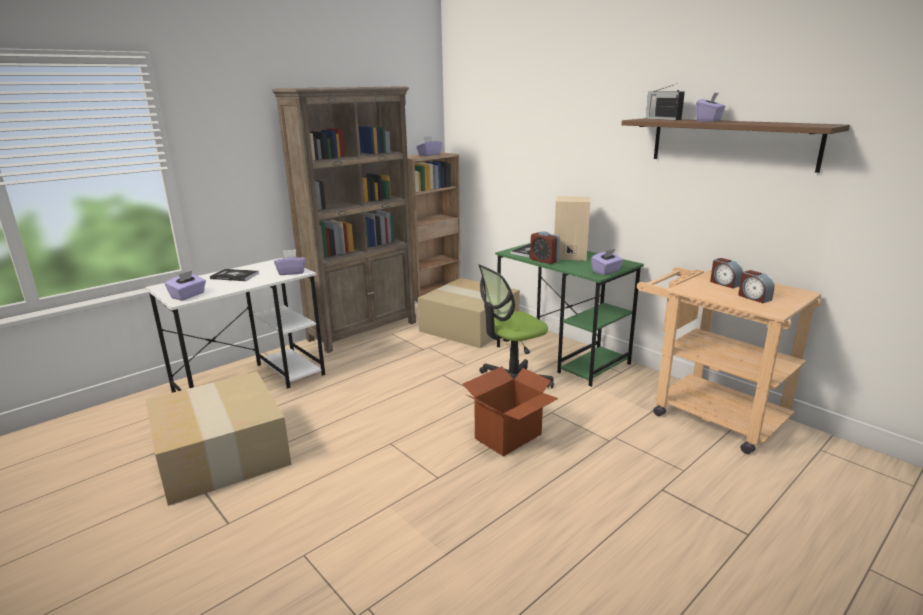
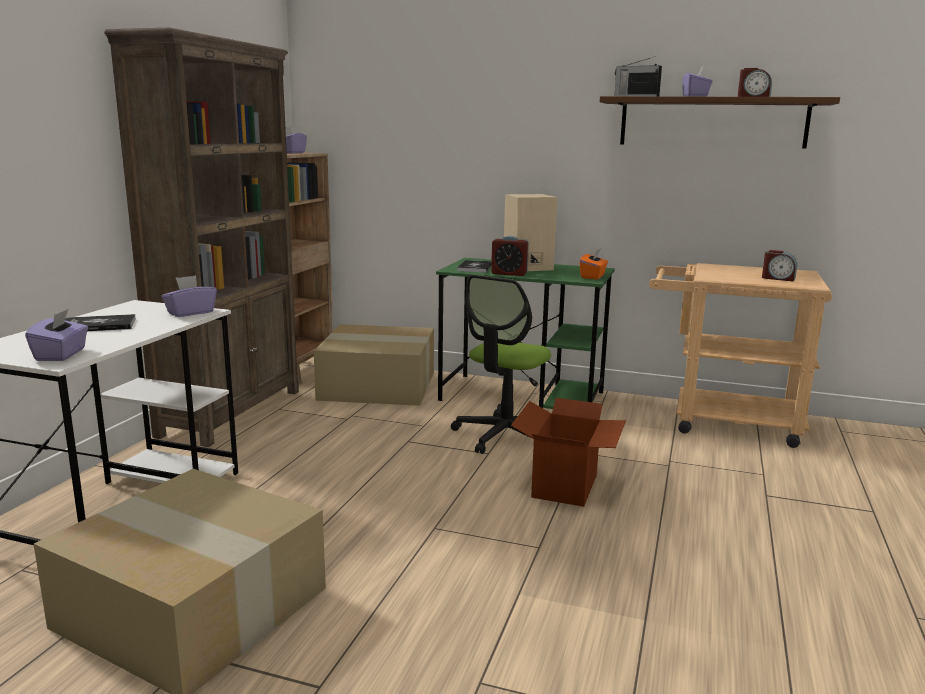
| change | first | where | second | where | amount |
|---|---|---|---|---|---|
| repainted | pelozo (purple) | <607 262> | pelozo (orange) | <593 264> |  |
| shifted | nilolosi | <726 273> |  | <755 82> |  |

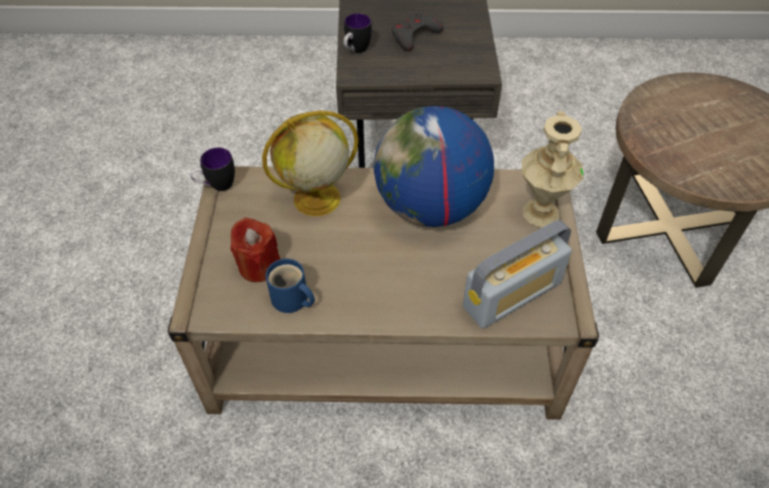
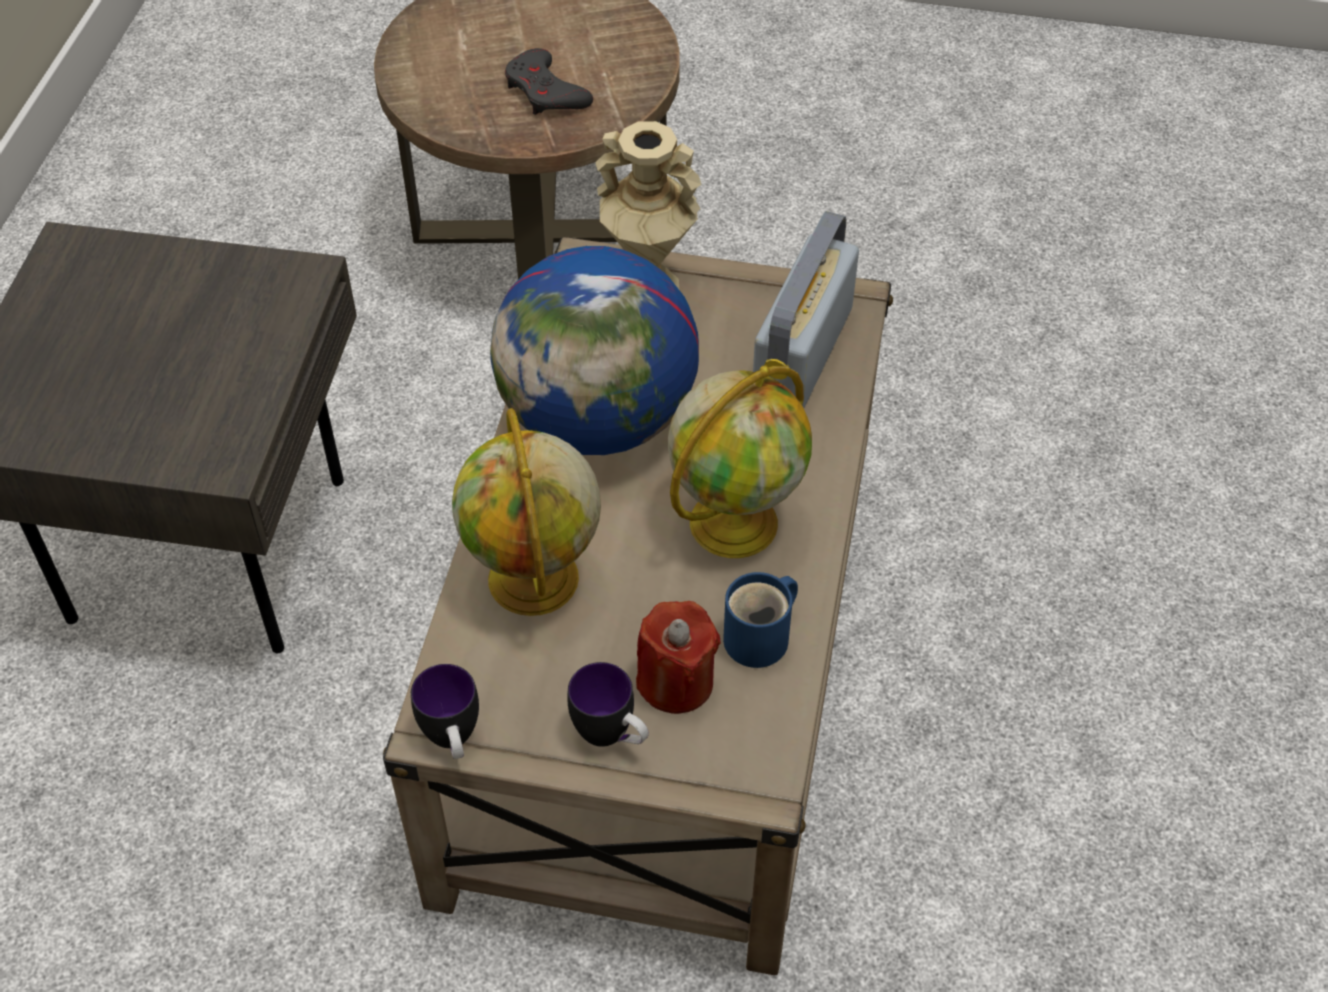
| change | first | where | second | where | amount |
|---|---|---|---|---|---|
| shifted | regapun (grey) | <417 32> |  | <549 81> |  |
| shifted | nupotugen | <357 33> |  | <608 704> |  |
| new |  |  | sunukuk | <740 461> |  |
| rotated | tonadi | <517 274> |  | <806 309> | 135 degrees counterclockwise |

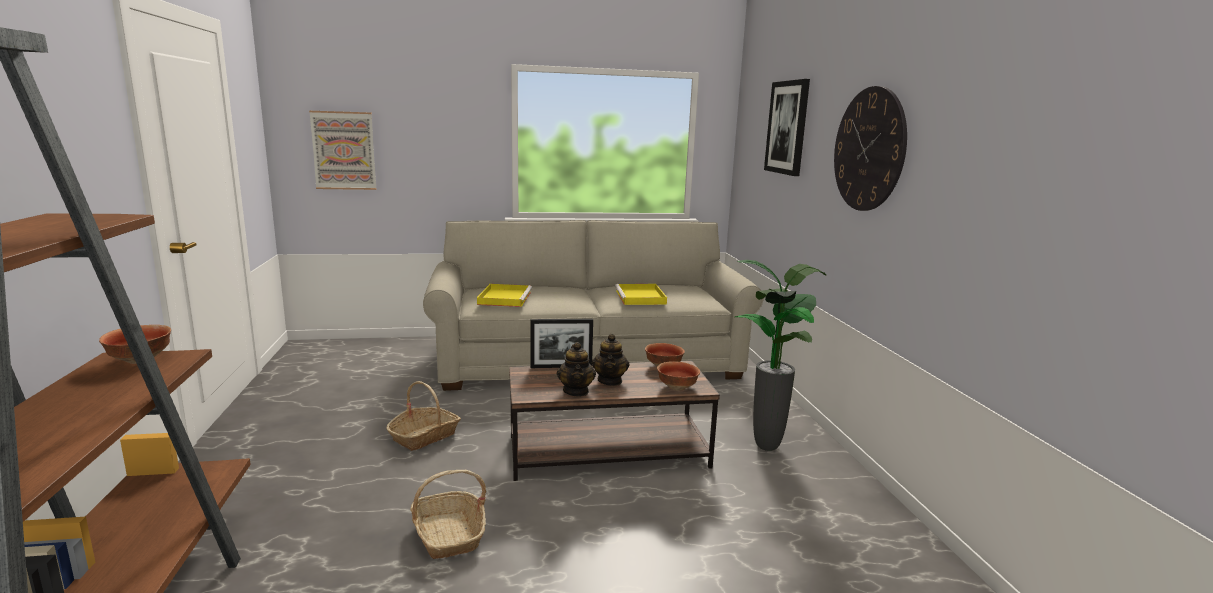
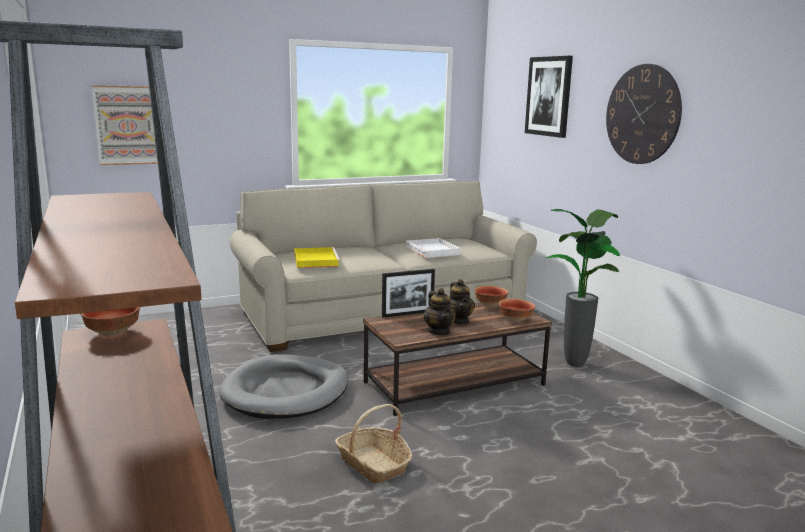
| change | first | where | second | where | amount |
|---|---|---|---|---|---|
| swapped | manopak | <423 416> | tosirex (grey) | <283 386> |  |
| repainted | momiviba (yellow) | <641 294> | momiviba (white) | <433 248> |  |

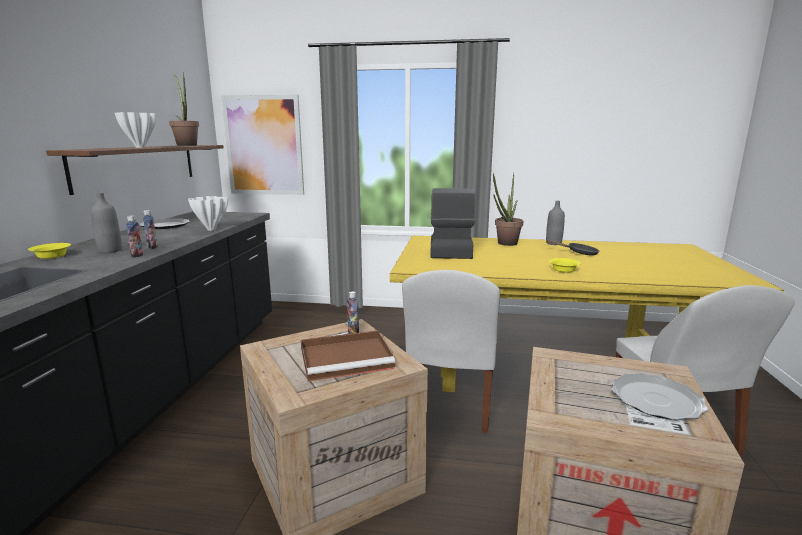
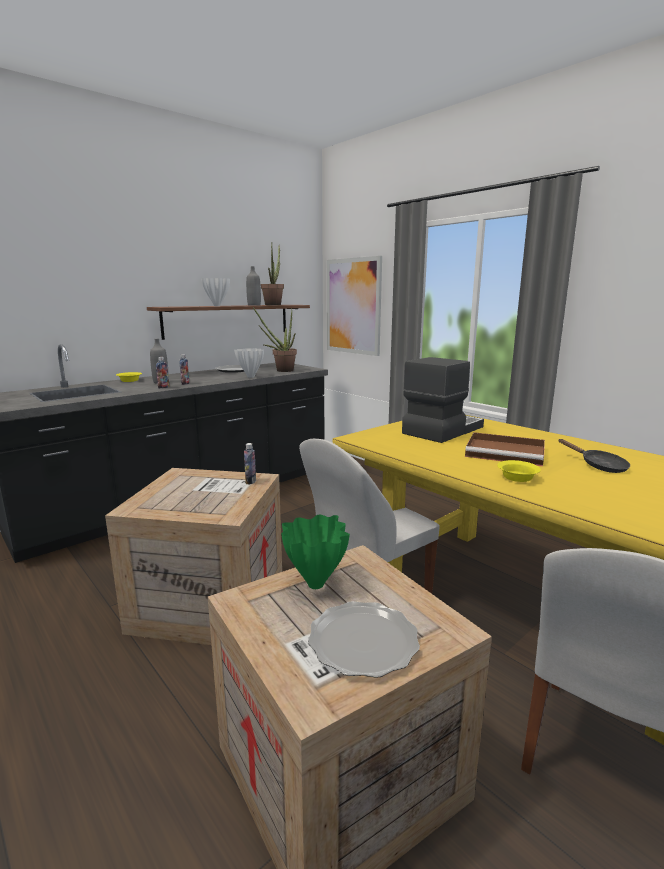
| change | first | where | second | where | amount |
|---|---|---|---|---|---|
| shifted | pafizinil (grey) | <555 223> |  | <253 286> |  |
| shifted | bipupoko | <508 209> |  | <275 339> |  |
| new |  |  | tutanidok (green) | <315 551> |  |
| shifted | momiviba (brown) | <348 355> |  | <505 449> |  |

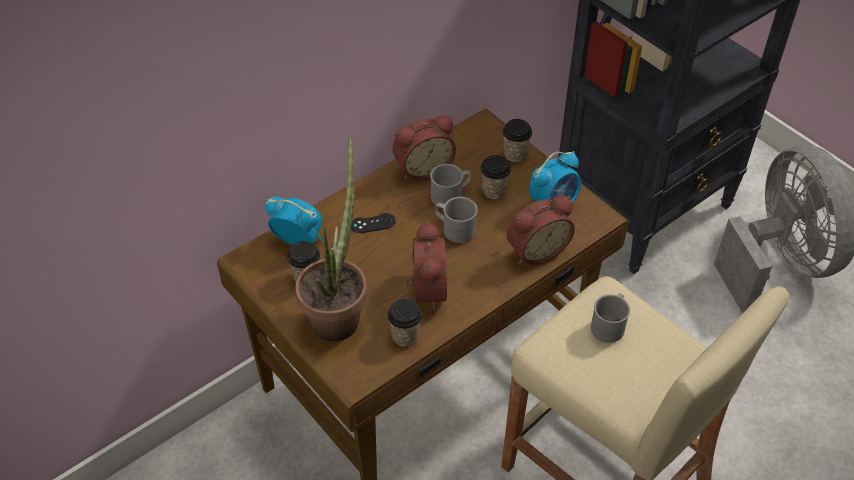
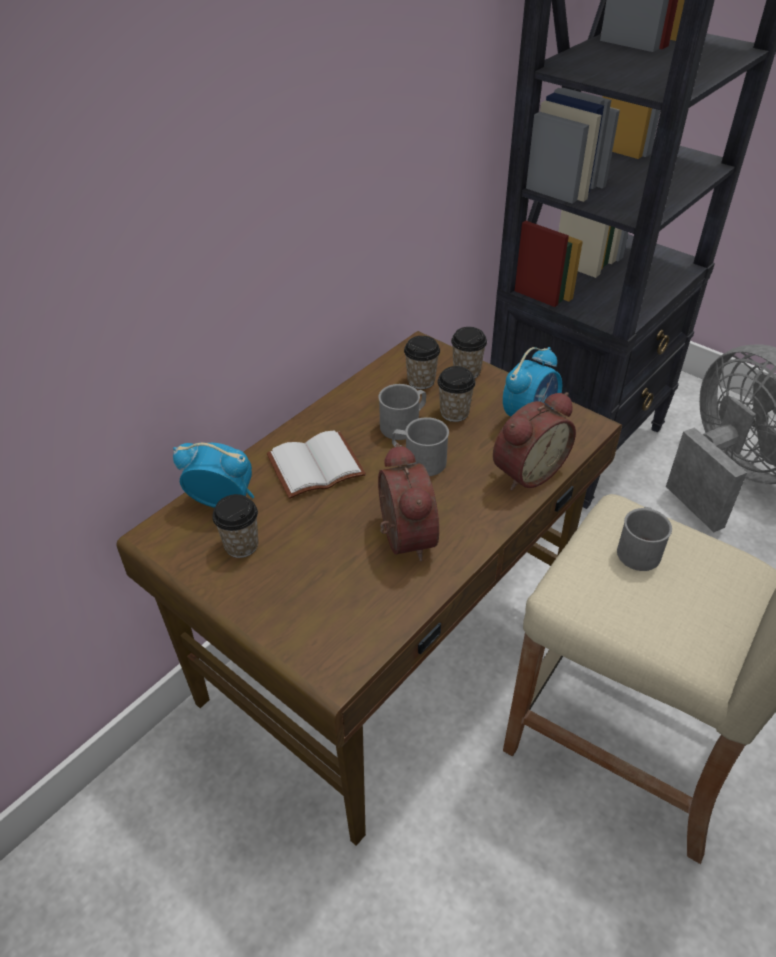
| change | first | where | second | where | amount |
|---|---|---|---|---|---|
| swapped | regapun (black) | <373 223> | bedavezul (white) | <316 464> |  |
| shifted | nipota | <404 322> |  | <422 362> |  |
| gone | bipupoko | <331 238> |  |  |  |
| gone | nilolosi | <424 147> |  |  |  |

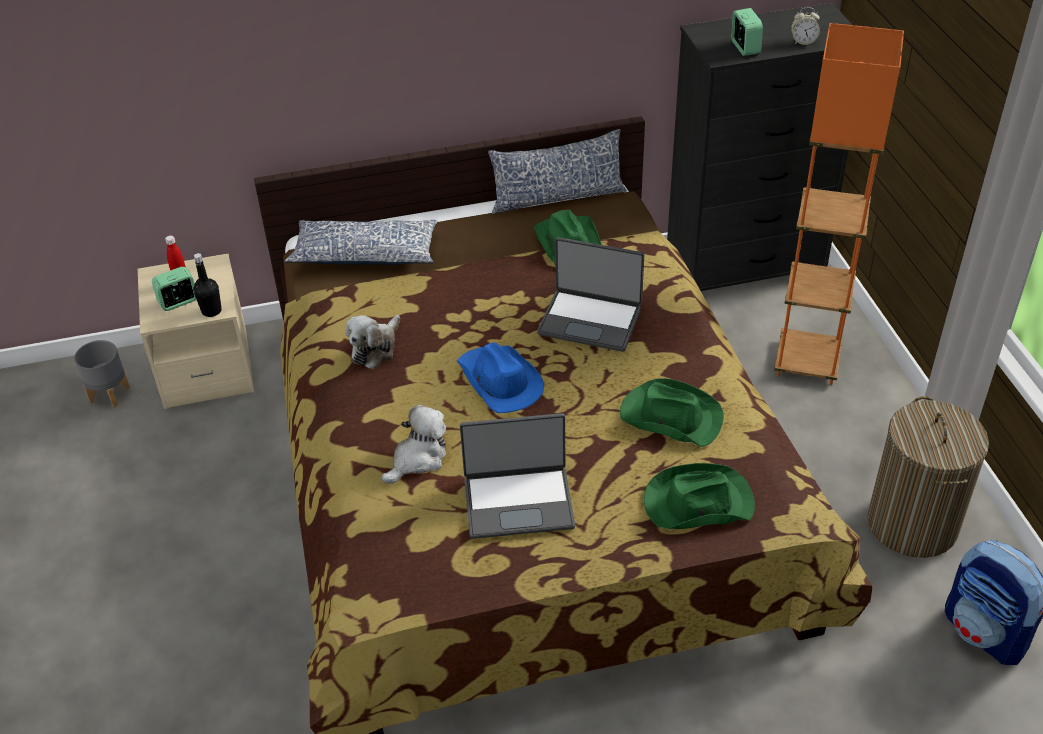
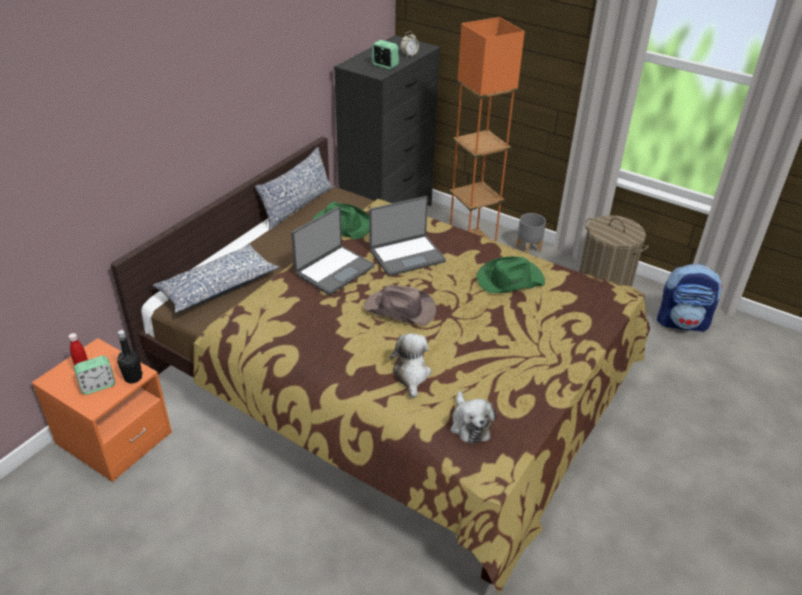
| change | first | where | second | where | amount |
|---|---|---|---|---|---|
| repainted | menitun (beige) | <196 331> | menitun (orange) | <102 410> |  |
| rotated | nilolosi | <174 289> |  | <94 375> | 135 degrees counterclockwise |
| shifted | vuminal | <517 476> |  | <333 250> |  |
| repainted | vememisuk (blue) | <500 377> | vememisuk (brown) | <400 305> |  |
| shifted | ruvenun | <372 342> |  | <474 417> |  |
| shifted | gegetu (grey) | <102 374> |  | <531 233> |  |
| gone | vememisuk (green) | <699 496> |  |  |  |

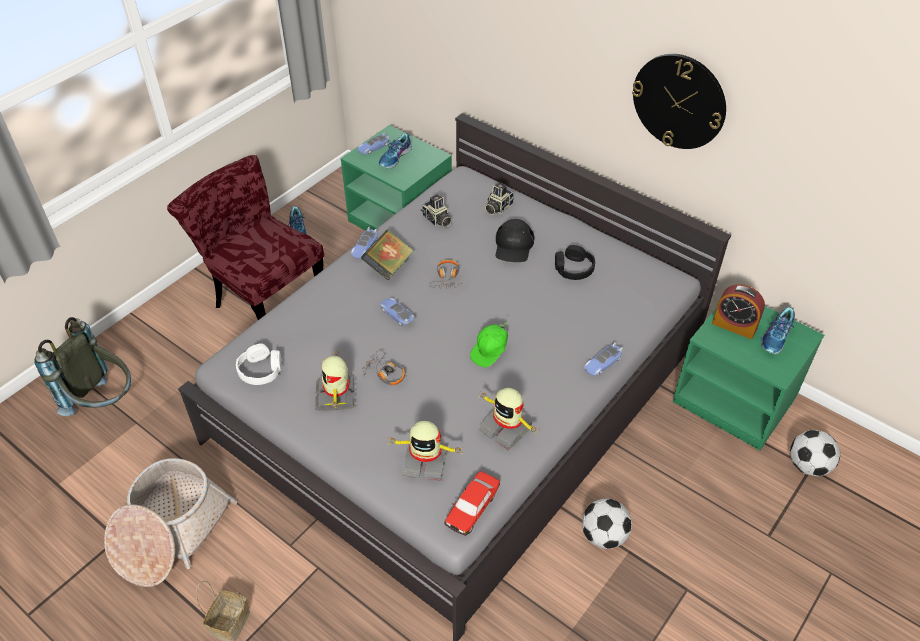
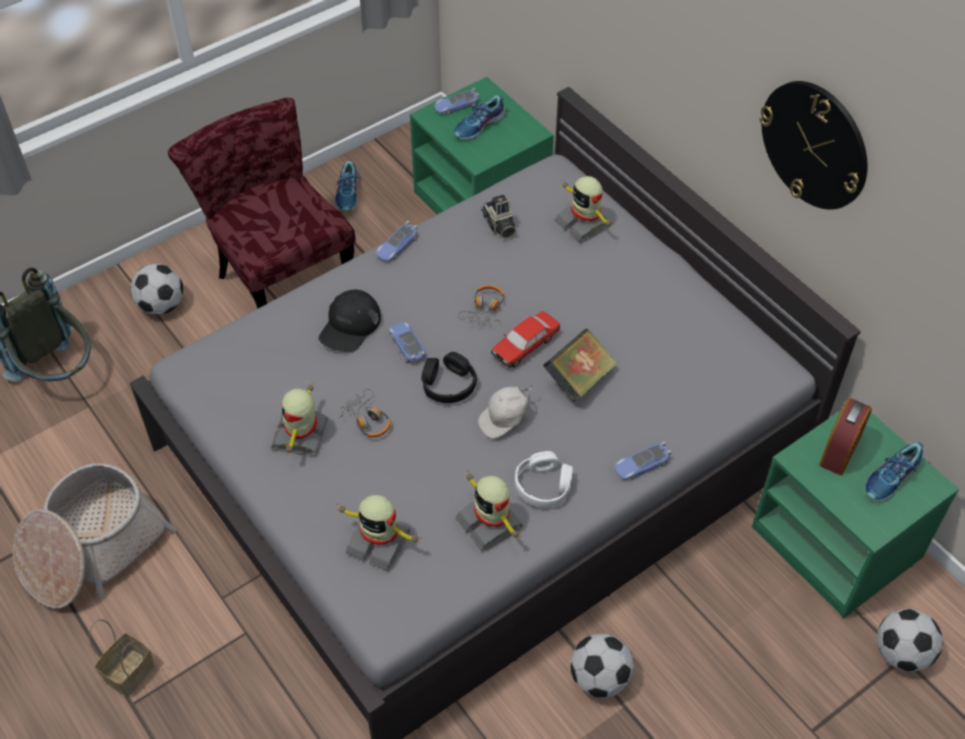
| change | first | where | second | where | amount |
|---|---|---|---|---|---|
| new |  |  | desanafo | <156 289> |  |
| shifted | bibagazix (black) | <515 240> |  | <350 321> |  |
| shifted | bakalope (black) | <575 262> |  | <449 377> |  |
| repainted | bibagazix (green) | <489 343> | bibagazix (white) | <505 411> |  |
| shifted | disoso | <472 503> |  | <525 339> |  |
| shifted | bakalope (white) | <259 364> |  | <544 479> |  |
| shifted | bedavezul | <387 255> |  | <580 365> |  |
| swapped | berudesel | <499 198> | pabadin | <584 209> |  |
| rotated | nilolosi | <738 311> |  | <845 436> | 105 degrees counterclockwise |

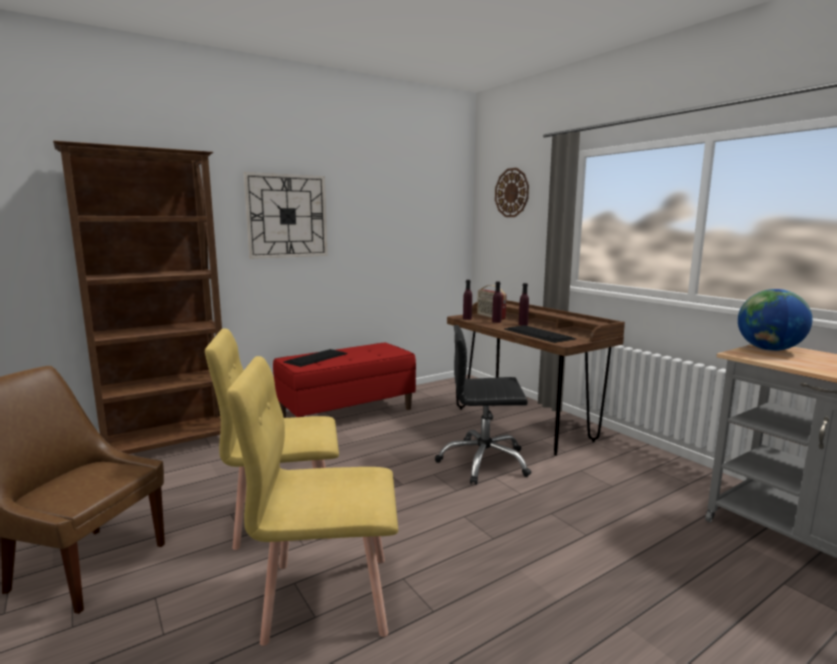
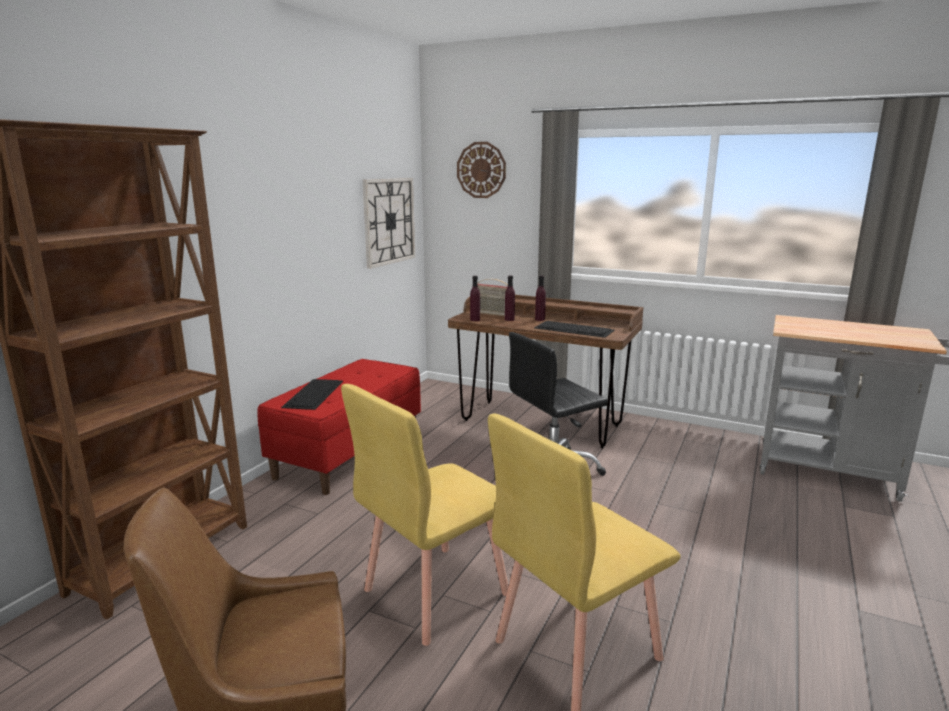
| change | first | where | second | where | amount |
|---|---|---|---|---|---|
| shifted | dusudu | <286 215> |  | <389 223> |  |
| gone | sunukuk | <775 320> |  |  |  |

